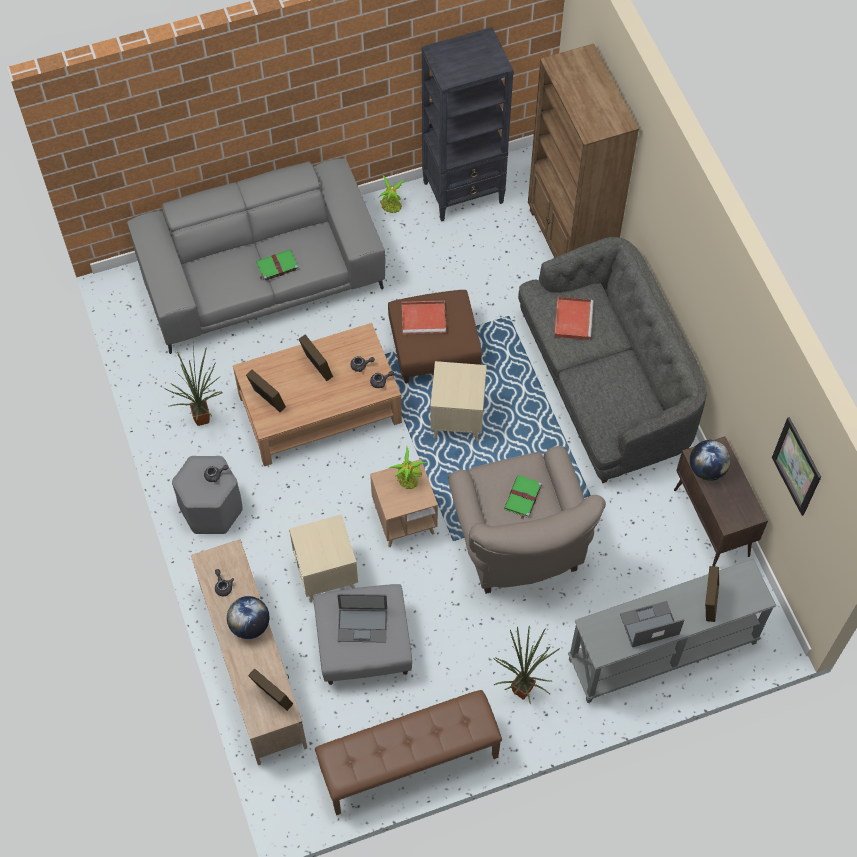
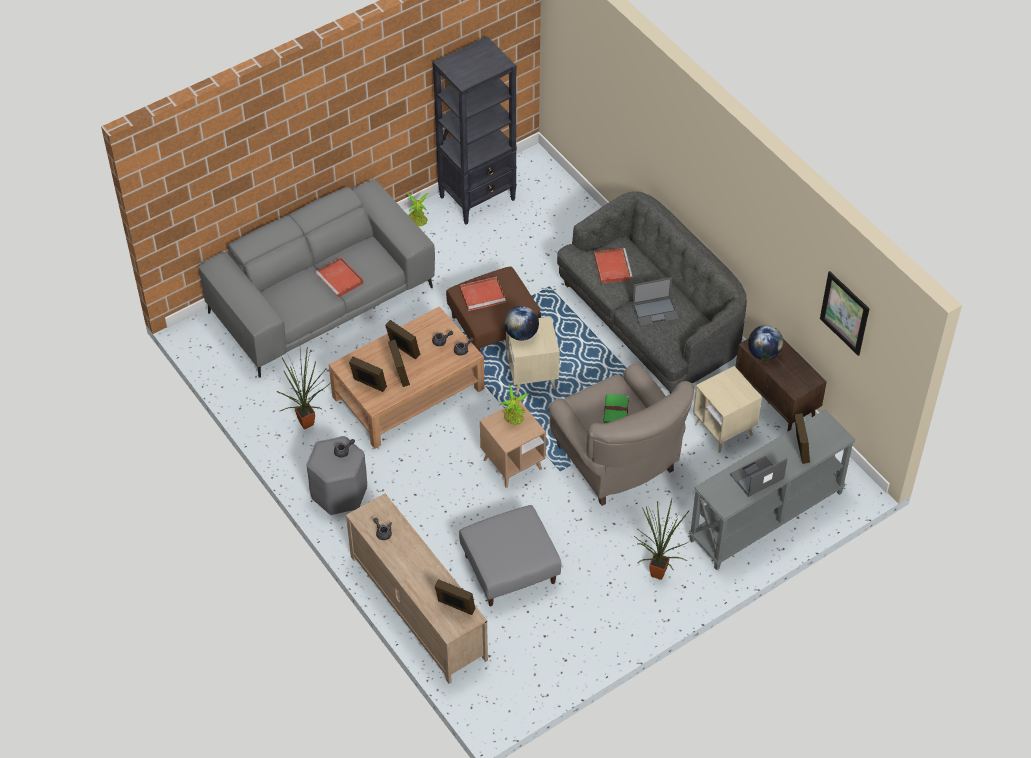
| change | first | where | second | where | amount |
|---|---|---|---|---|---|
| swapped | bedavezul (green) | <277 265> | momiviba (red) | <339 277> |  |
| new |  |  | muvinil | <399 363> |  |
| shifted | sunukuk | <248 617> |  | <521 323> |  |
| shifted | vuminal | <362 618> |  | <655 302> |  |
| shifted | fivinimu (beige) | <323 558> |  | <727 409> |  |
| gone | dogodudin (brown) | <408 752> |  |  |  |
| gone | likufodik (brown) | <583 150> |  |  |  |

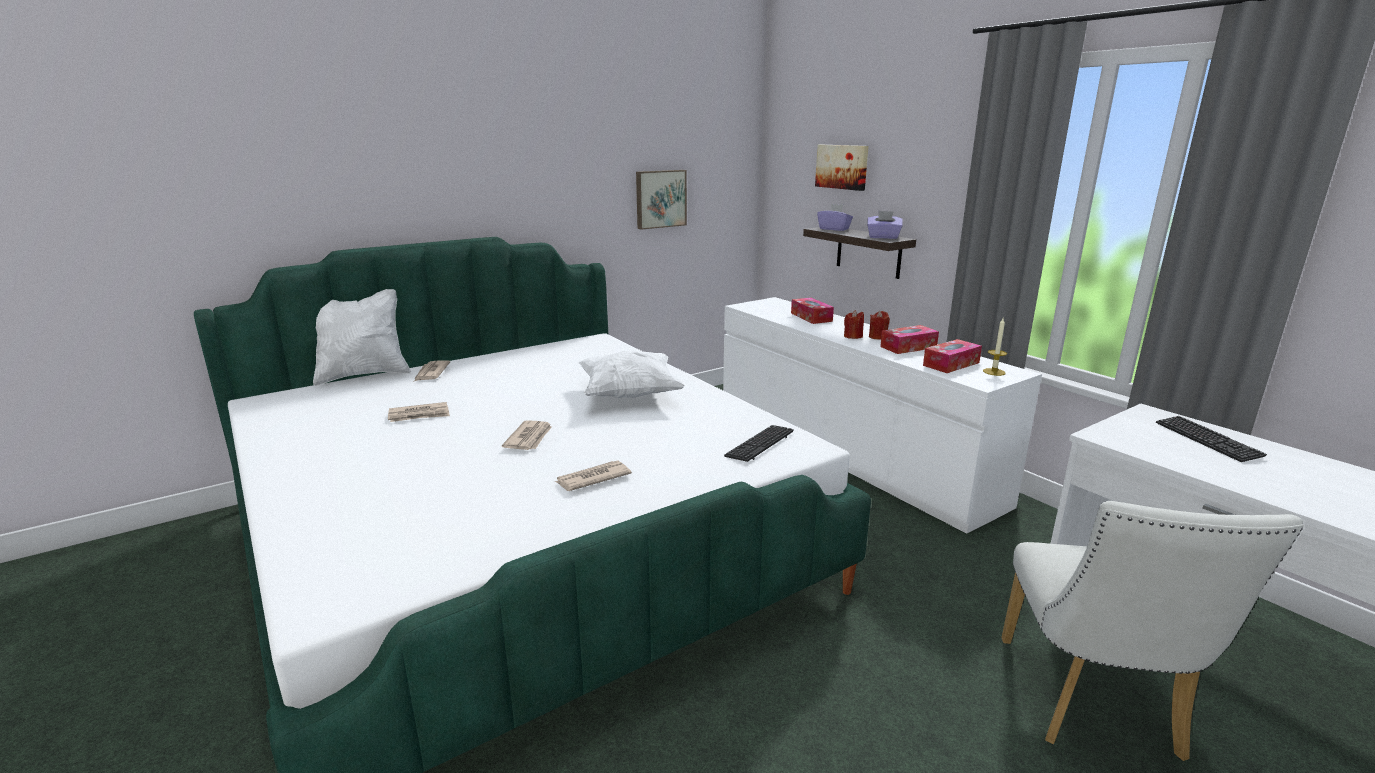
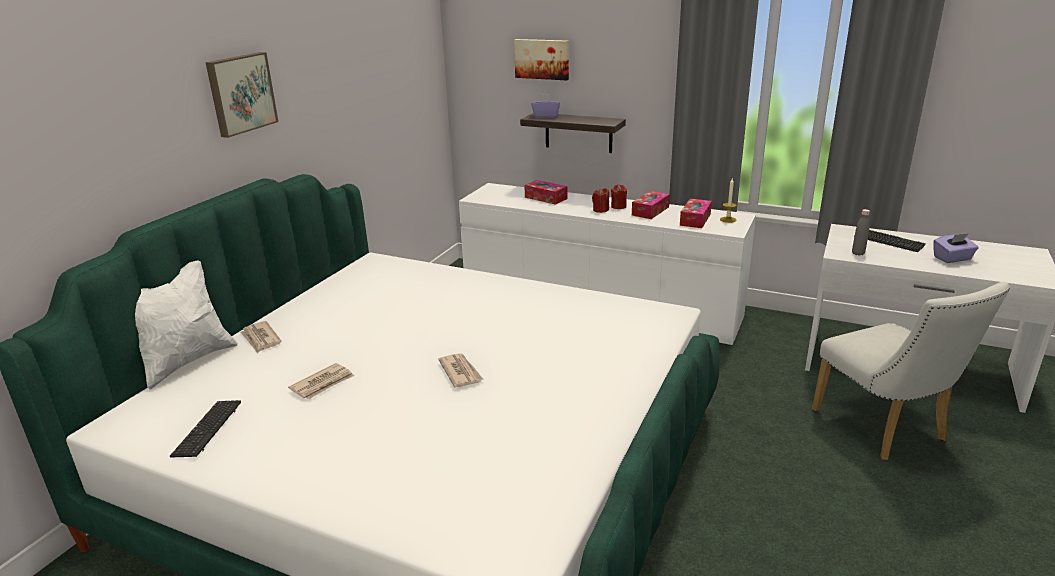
| change | first | where | second | where | amount |
|---|---|---|---|---|---|
| shifted | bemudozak | <759 443> |  | <205 429> |  |
| shifted | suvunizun | <661 200> |  | <242 95> |  |
| new |  |  | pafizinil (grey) | <861 232> |  |
| shifted | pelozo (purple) | <885 225> |  | <956 248> |  |
| gone | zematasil | <593 476> |  |  |  |
| gone | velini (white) | <631 374> |  |  |  |

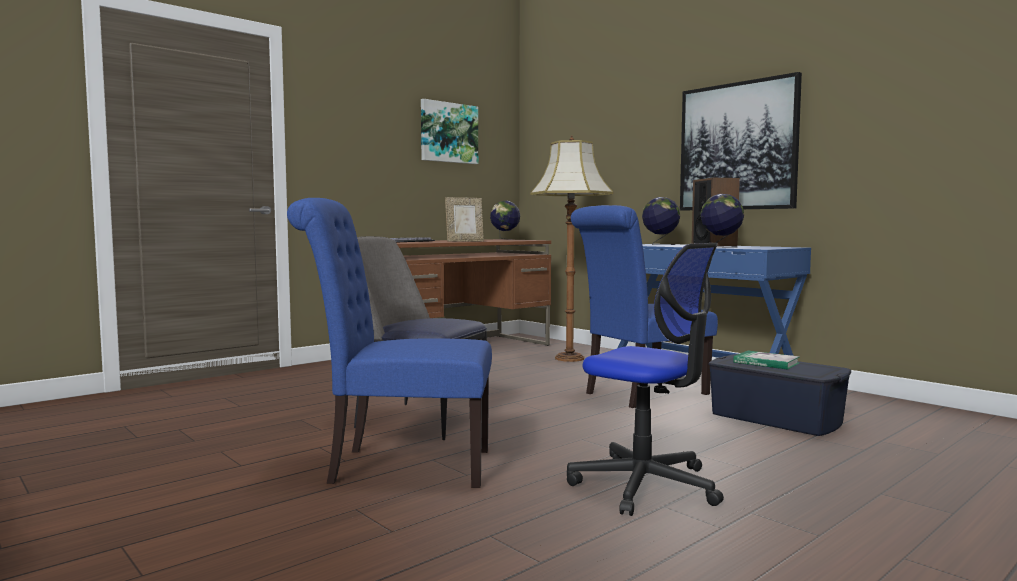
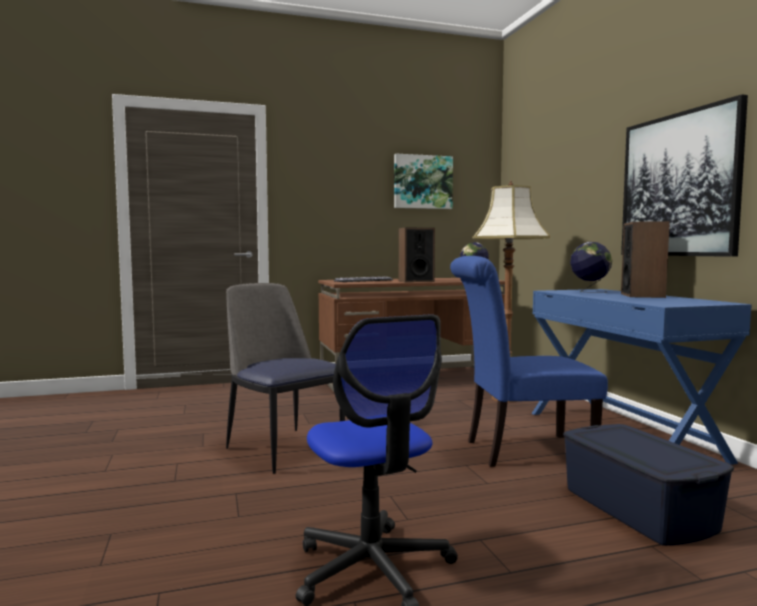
| change | first | where | second | where | amount |
|---|---|---|---|---|---|
| swapped | muvinil | <464 219> | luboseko | <417 255> |  |
| gone | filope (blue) | <389 343> |  |  |  |
| gone | sunukuk | <722 220> |  |  |  |
| gone | bedavezul | <766 360> |  |  |  |

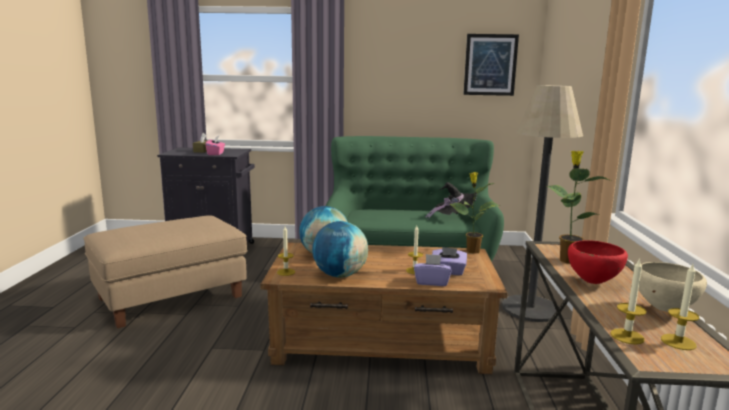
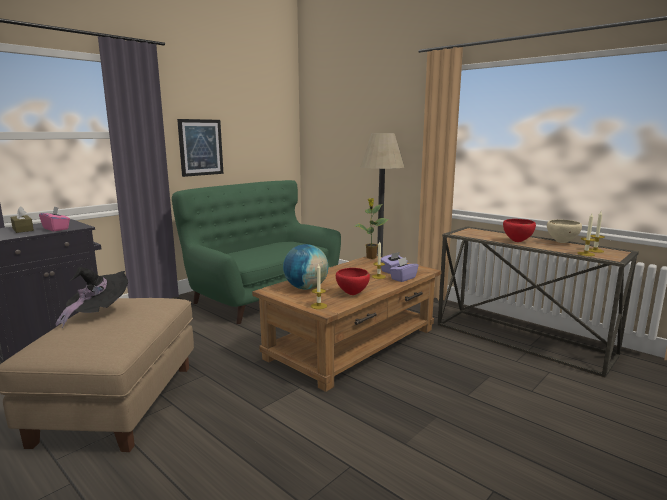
| change | first | where | second | where | amount |
|---|---|---|---|---|---|
| shifted | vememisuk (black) | <451 200> |  | <91 297> |  |
| shifted | suvunizun | <491 65> |  | <200 148> |  |
| swapped | sunukuk | <340 249> | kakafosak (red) | <353 281> |  |
| gone | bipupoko | <579 207> |  |  |  |

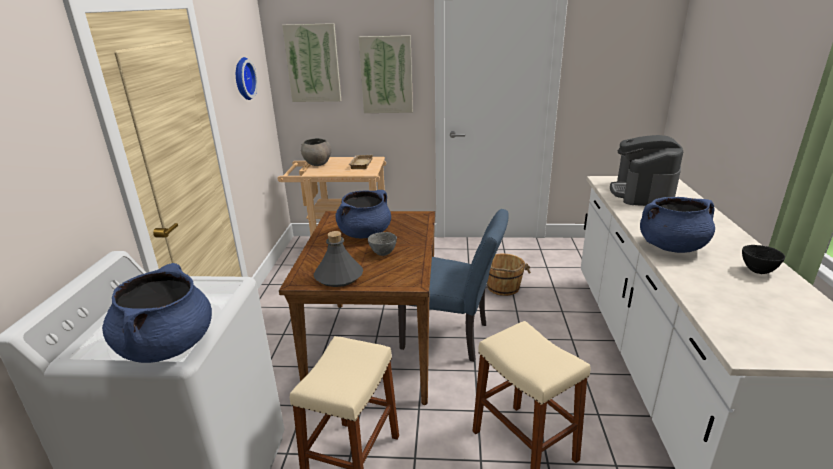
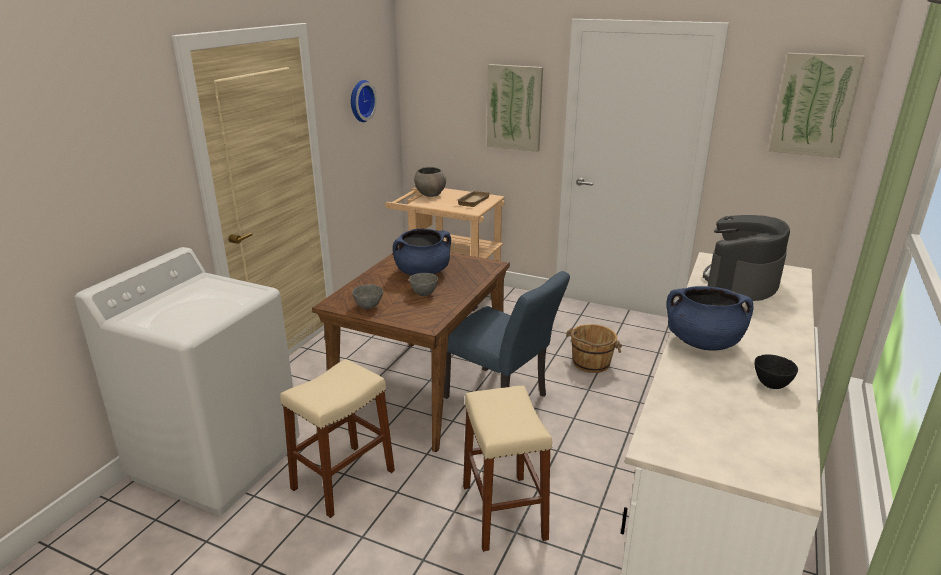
| change | first | where | second | where | amount |
|---|---|---|---|---|---|
| swapped | pafizinil (grey) | <338 259> | kakafosak (grey) | <367 297> |  |
| shifted | suvunizun | <311 62> |  | <817 105> |  |
| gone | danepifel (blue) | <157 313> |  |  |  |

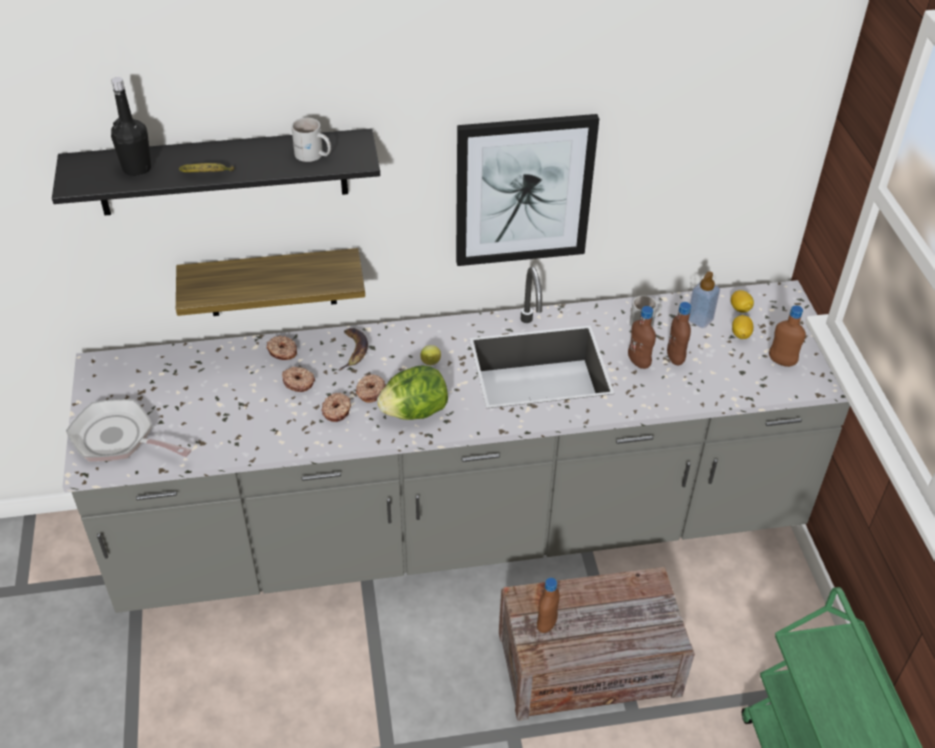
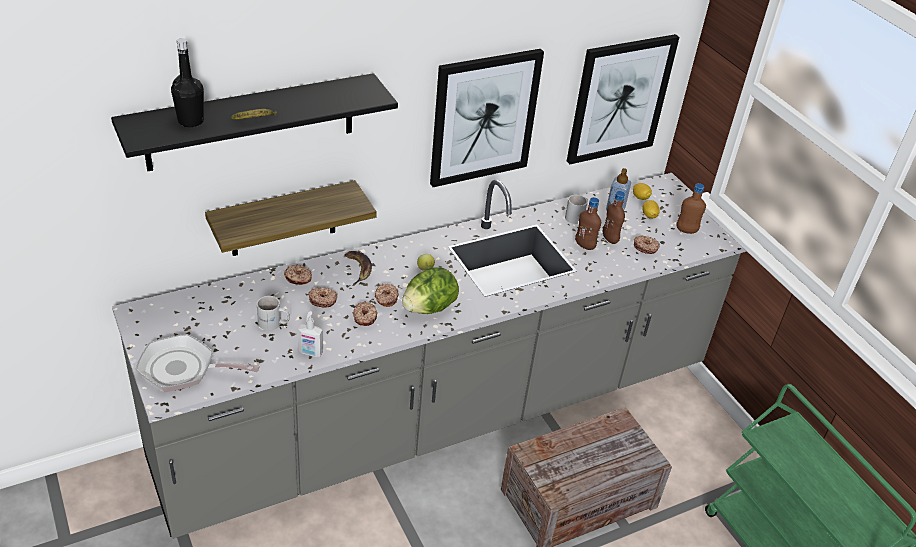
| change | first | where | second | where | amount |
|---|---|---|---|---|---|
| shifted | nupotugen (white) | <311 140> |  | <273 313> |  |
| new |  |  | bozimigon | <310 334> |  |
| new |  |  | suvunizun | <623 99> |  |
| new |  |  | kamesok | <647 244> |  |
| gone | pafizinil (brown) | <548 605> |  |  |  |

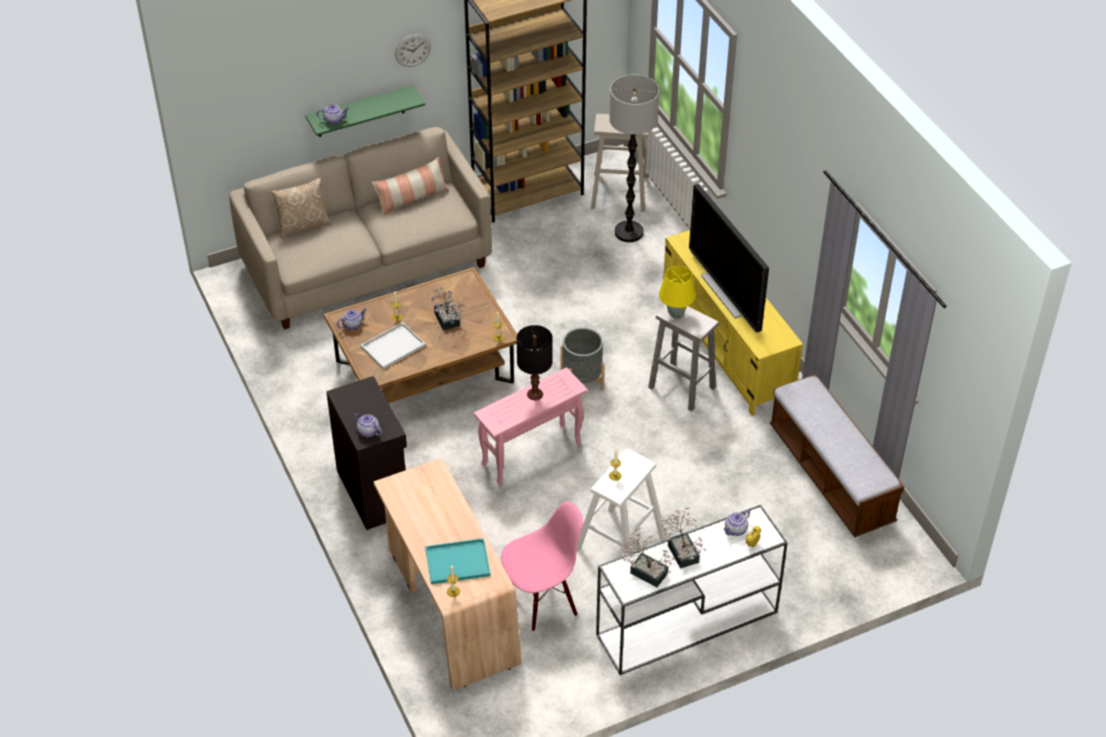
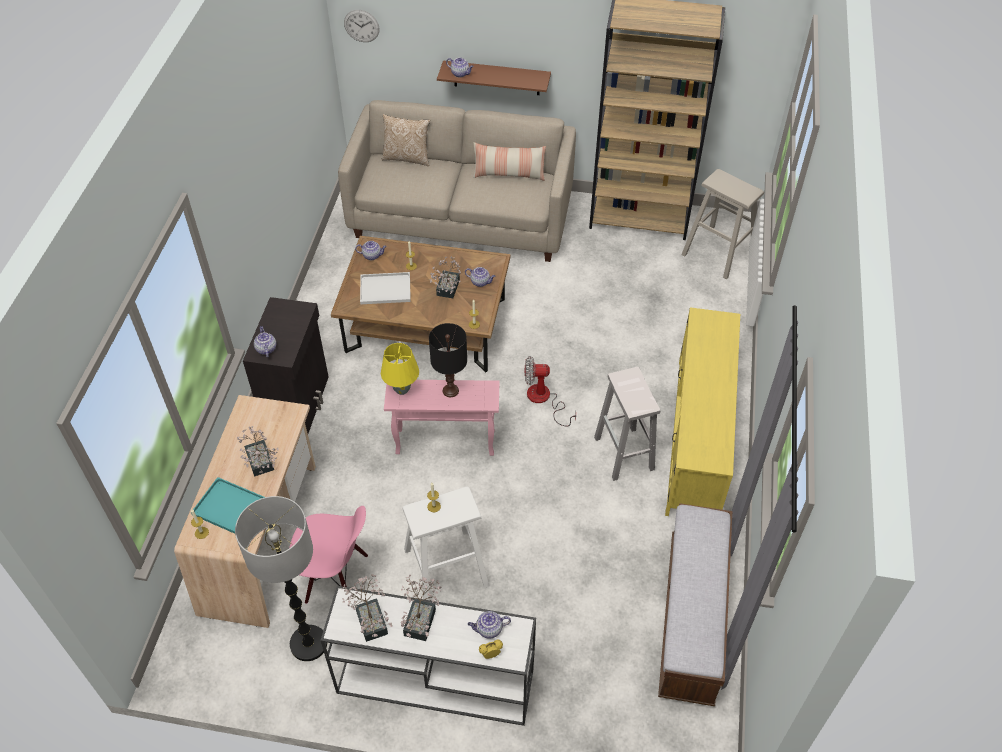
| change | first | where | second | where | amount |
|---|---|---|---|---|---|
| shifted | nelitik | <634 158> |  | <281 578> |  |
| new |  |  | bipupoko | <258 451> |  |
| shifted | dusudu | <413 50> |  | <362 26> |  |
| shifted | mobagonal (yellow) | <677 292> |  | <400 369> |  |
| repainted | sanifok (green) | <365 111> | sanifok (brown) | <494 77> |  |
| new |  |  | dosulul | <480 277> |  |
| swapped | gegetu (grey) | <583 359> | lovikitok | <550 391> |  |
| gone | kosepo | <729 258> |  |  |  |

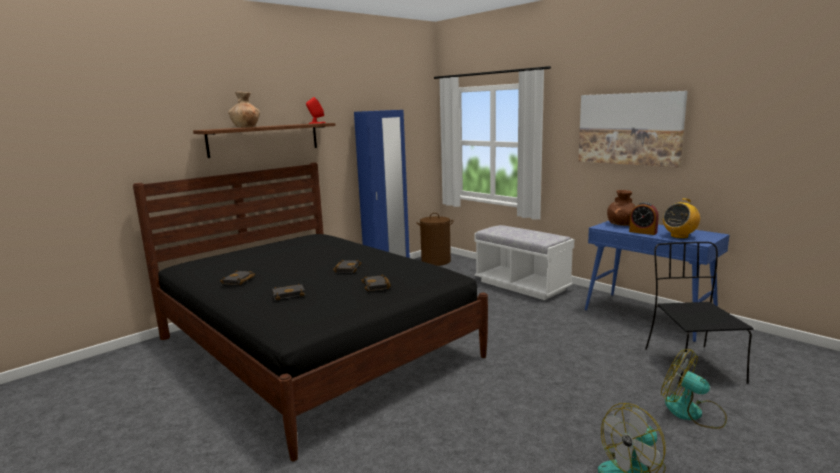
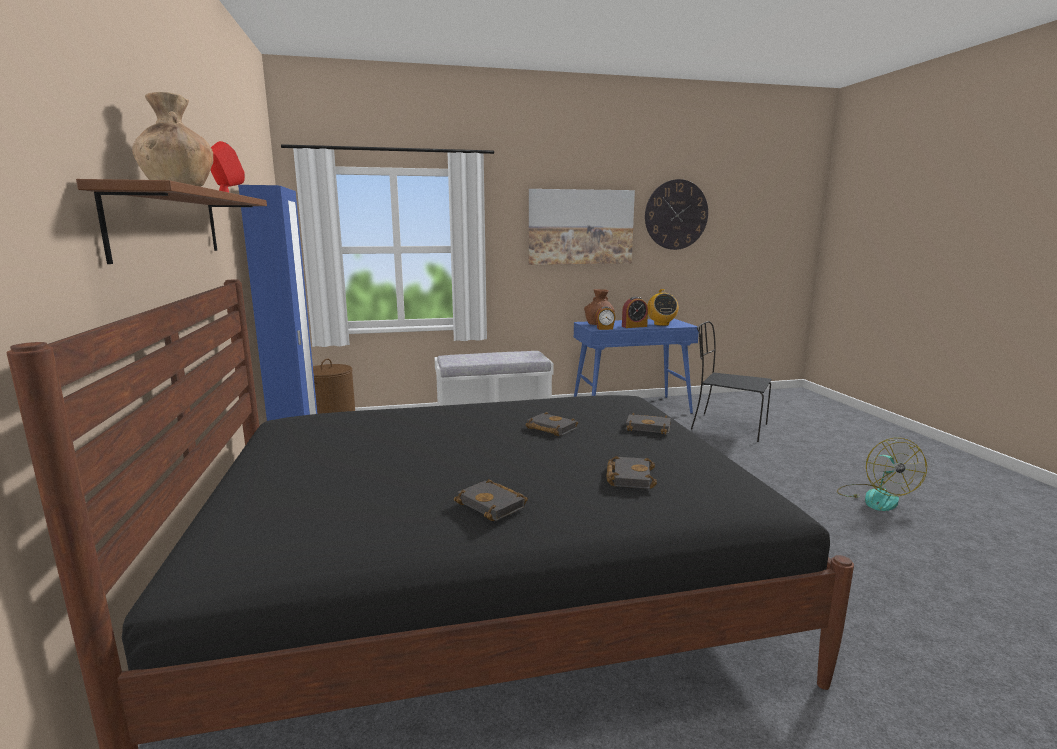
| change | first | where | second | where | amount |
|---|---|---|---|---|---|
| new |  |  | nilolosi | <605 318> |  |
| new |  |  | dusudu | <676 214> |  |
| gone | lovikitok | <694 389> |  |  |  |

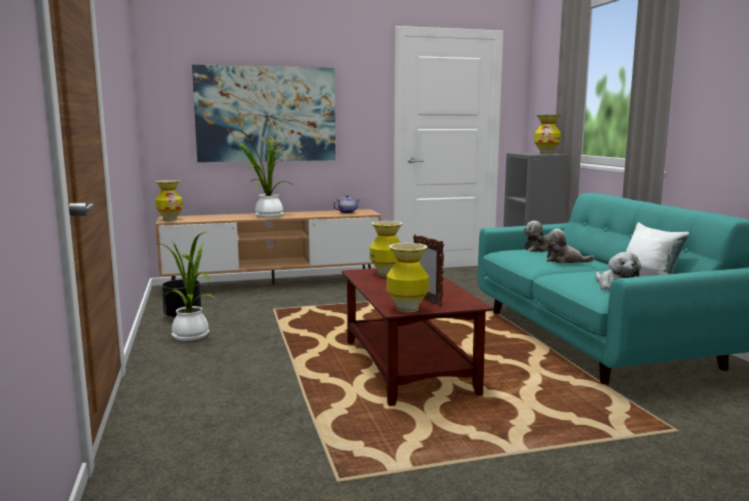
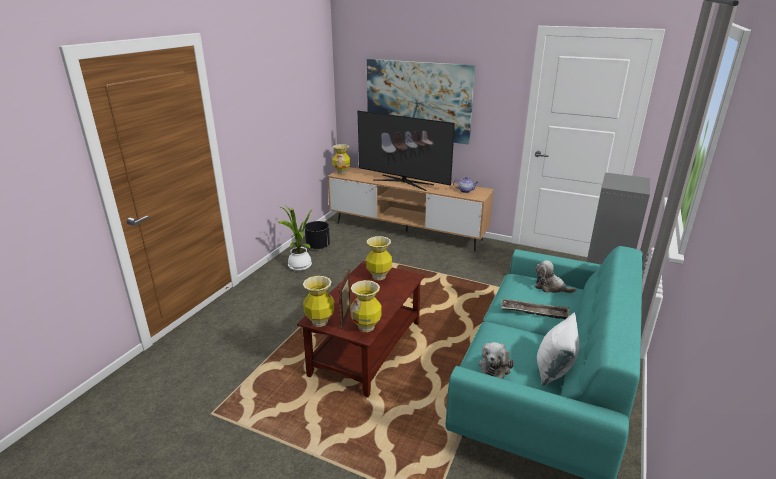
| change | first | where | second | where | amount |
|---|---|---|---|---|---|
| shifted | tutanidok | <547 134> |  | <366 306> |  |
| swapped | bipupoko | <263 173> | kosepo | <406 151> |  |
| swapped | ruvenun | <569 246> | momiviba | <535 309> |  |

